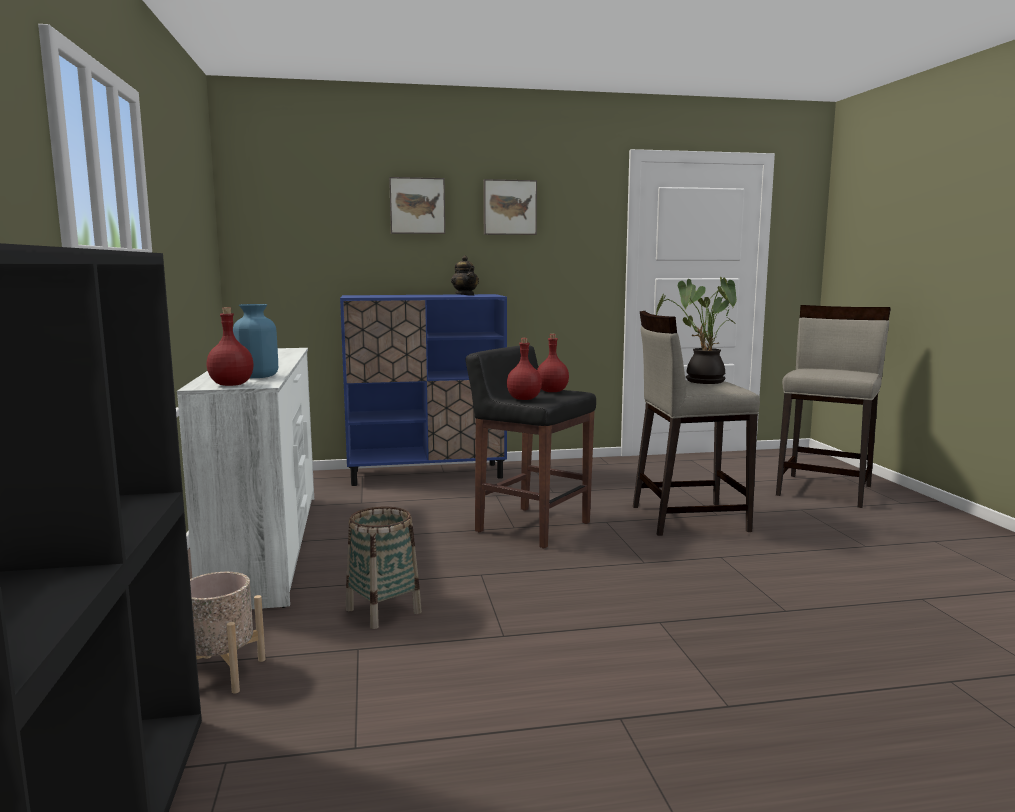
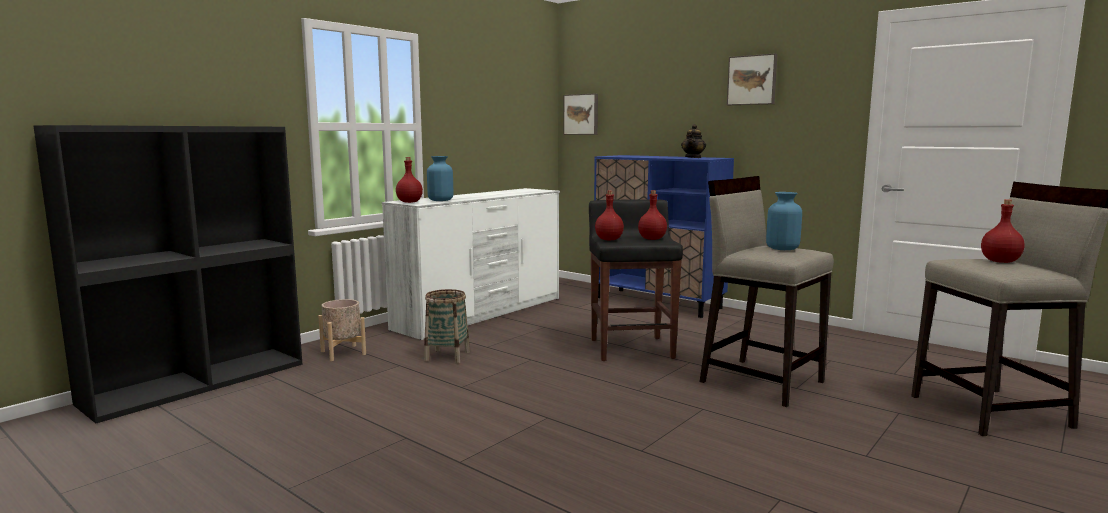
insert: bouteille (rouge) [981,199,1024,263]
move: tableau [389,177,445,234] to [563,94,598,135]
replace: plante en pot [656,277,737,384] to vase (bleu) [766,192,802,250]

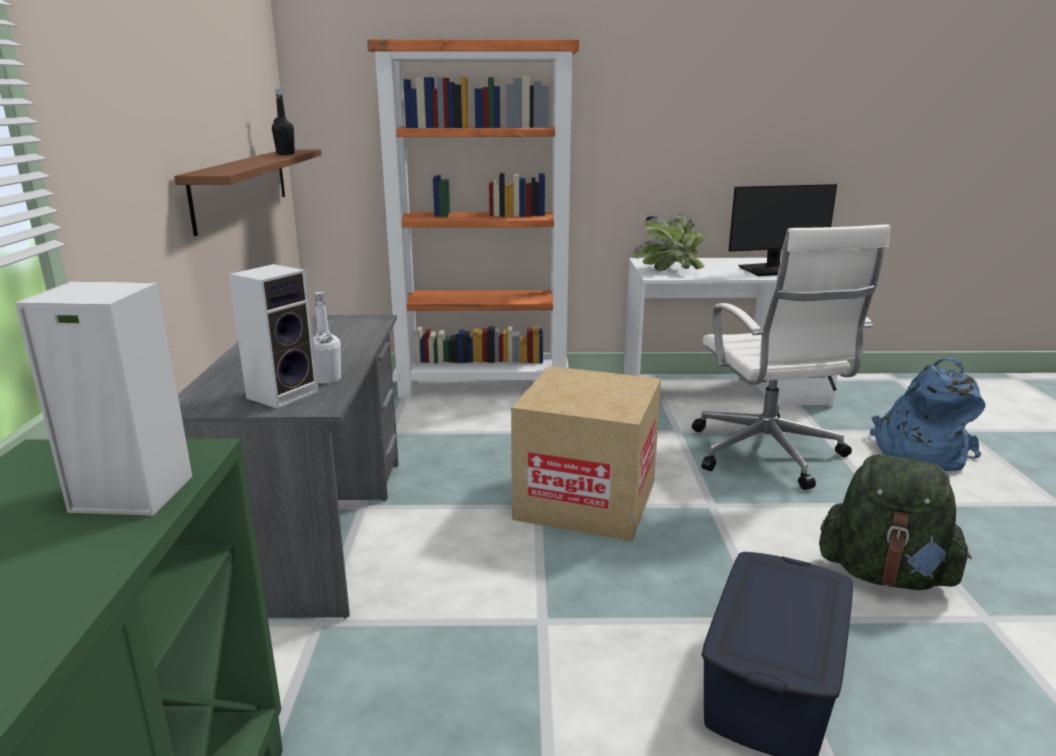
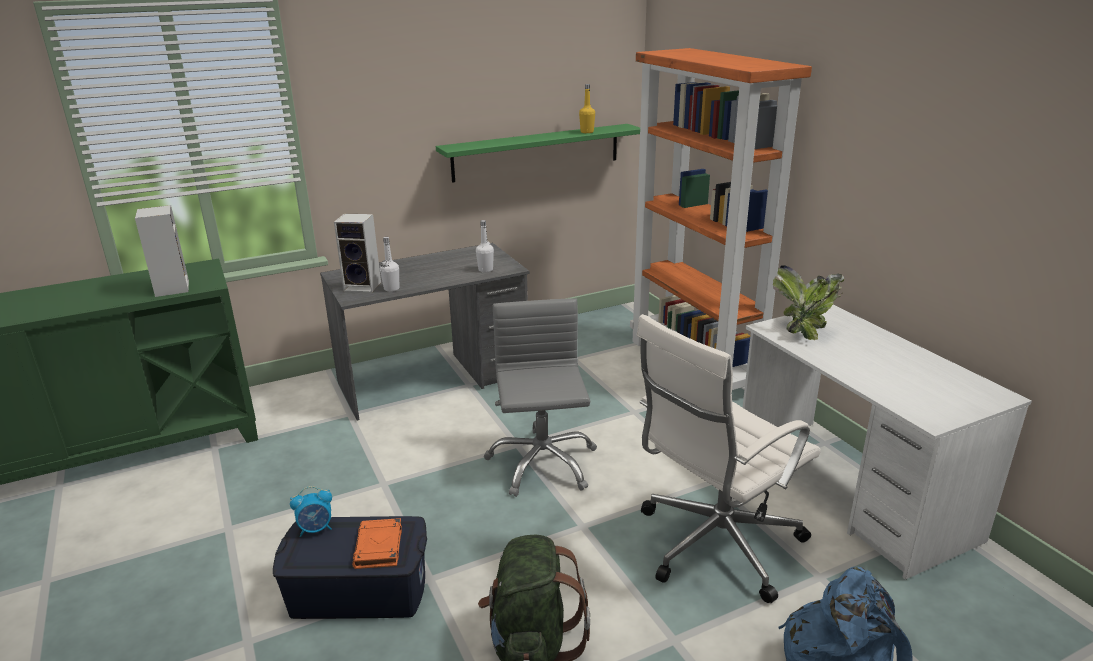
delete: écran d'ordinateur [728,184,837,276]
insert: réveil [290,486,332,537]; livre (orange) [352,518,402,569]; bouteille (blanc) [476,220,494,272]
replace: carton [511,366,661,541] to chaise de bureau (gris) [484,298,597,497]
recolor: étagère (marron) [174,149,321,236] to étagère (vert) [436,124,640,183]; bouteille (noir) [272,89,295,155] to bouteille (jaune) [579,84,595,133]

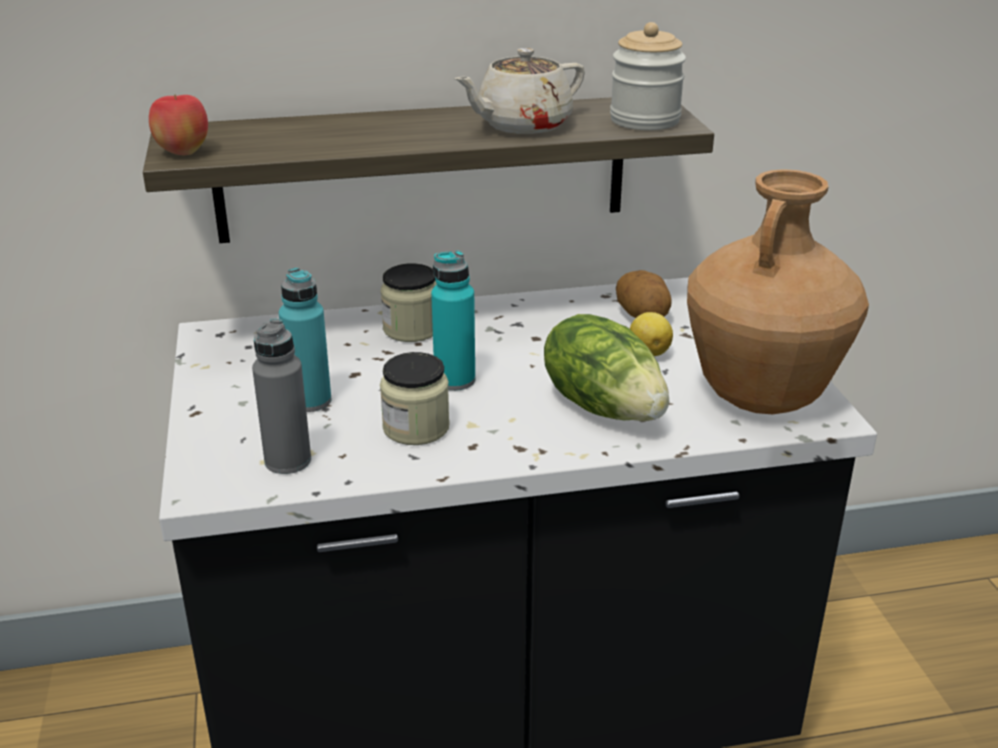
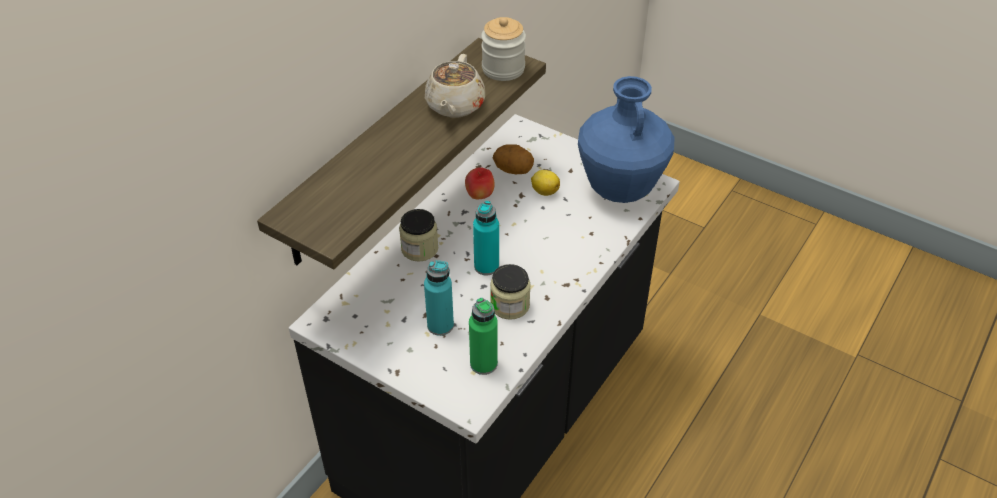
delete: laitue [544,314,669,422]
move: pomme [149,95,208,155] to [465,167,494,199]
recolor: bouteille (gris) [252,319,311,474] to bouteille (vert) [469,298,498,375]; vase (marron) [687,169,869,414] to vase (bleu) [578,76,675,203]

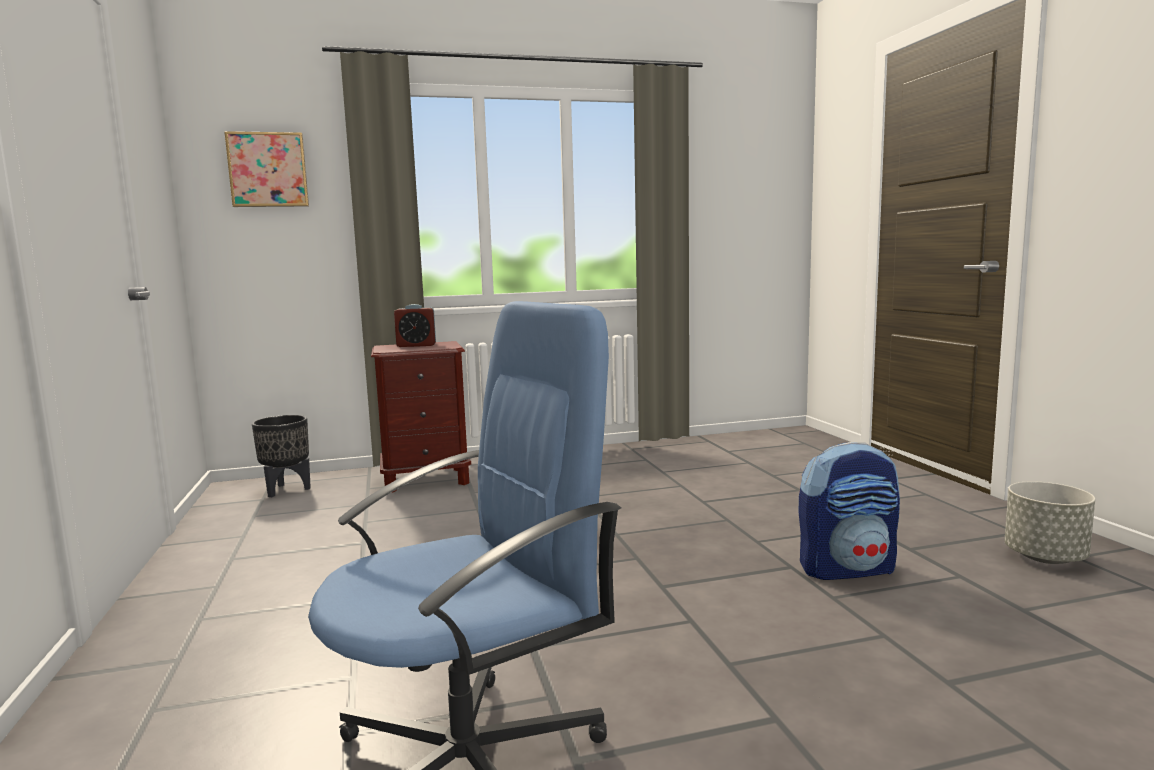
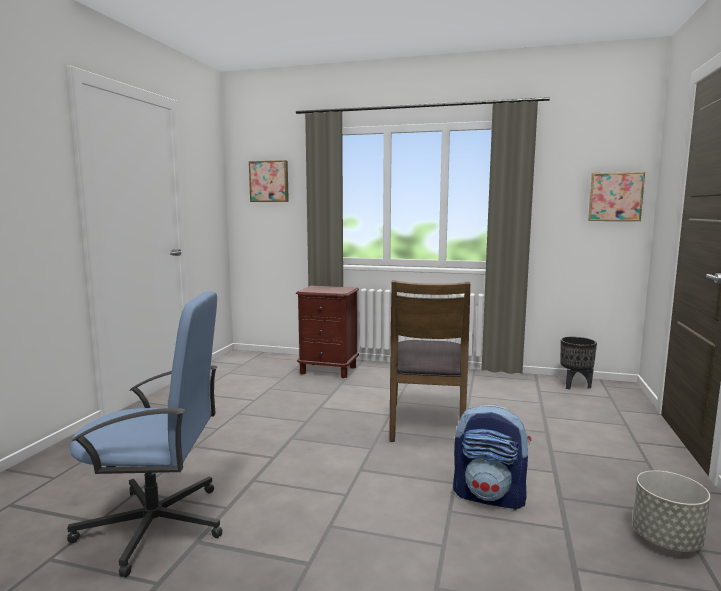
delete: réveil [394,304,436,347]
insert: chaise (marron) [389,280,470,442]; tableau [588,172,645,221]
move: cache-pot (noir) [252,415,311,497] to [560,337,597,389]

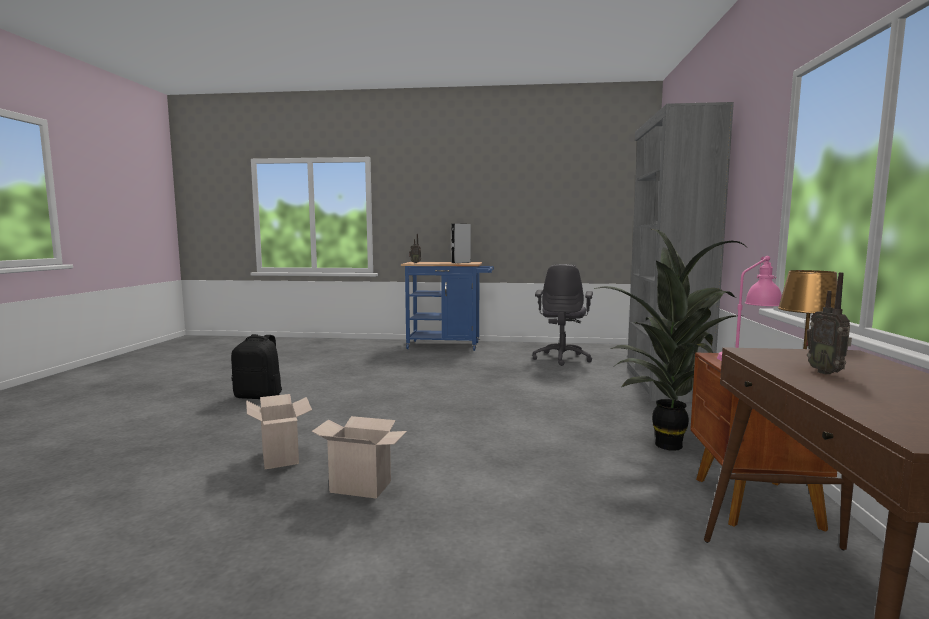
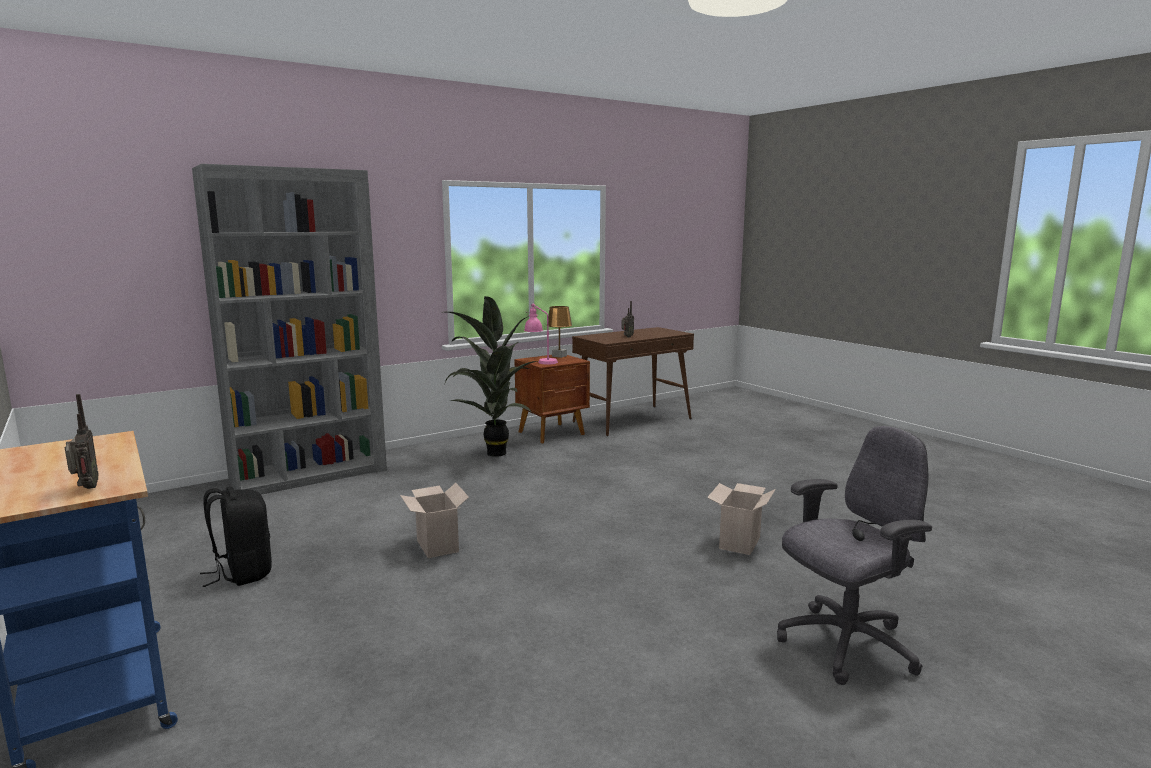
delete: enceinte (gris) [451,224,471,263]
move: sac à dos (noir) [231,334,282,399] to [200,487,272,587]; carton [311,416,407,499] to [400,483,469,558]; chaise de bureau (gris) [533,264,593,366] to [777,426,932,685]

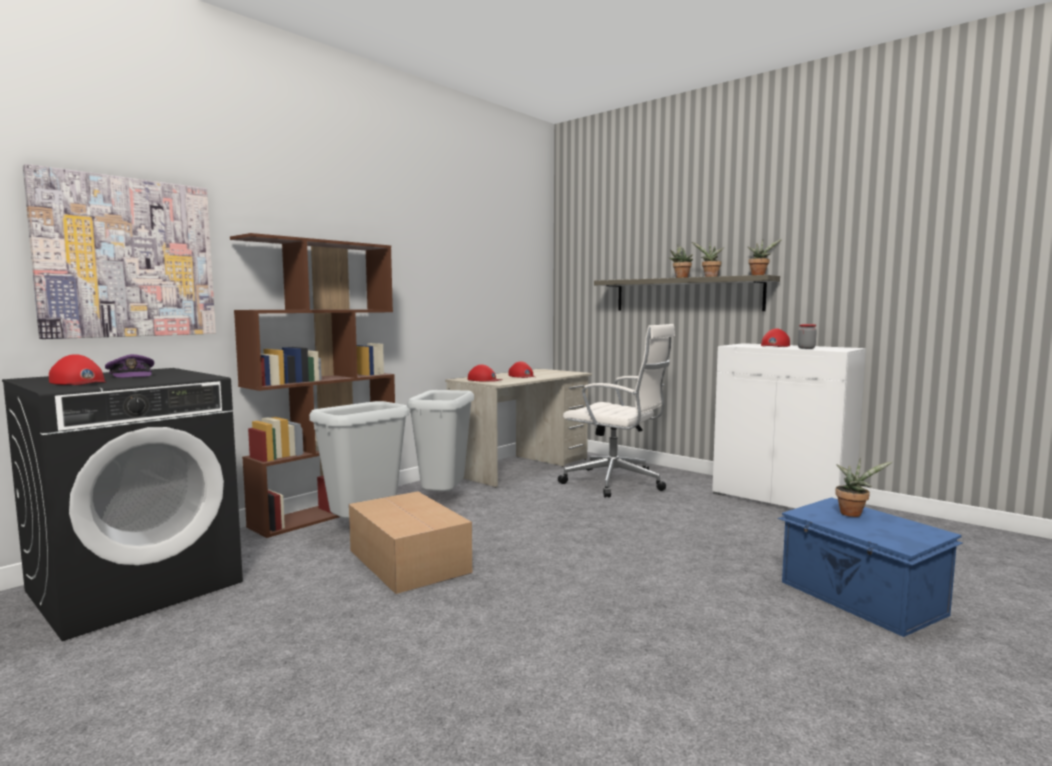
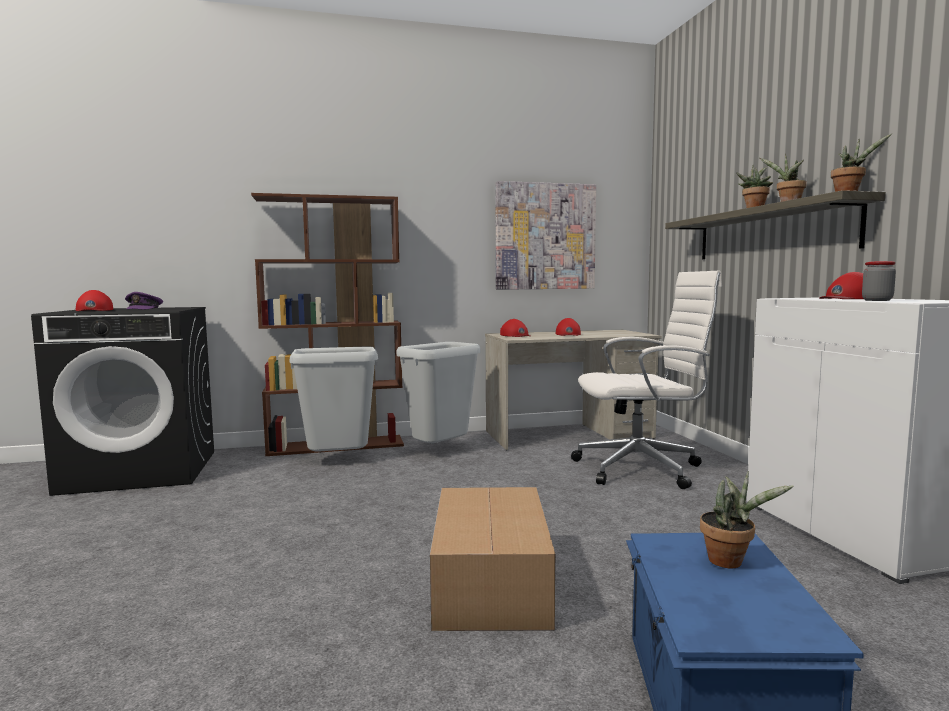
move: carton [349,491,472,594] to [430,487,555,631]; tableau [23,164,216,339] to [495,181,596,290]
rotate: chaise de bureau (blanc) [558,324,675,497] = [571,271,722,489] 75 degrees counterclockwise

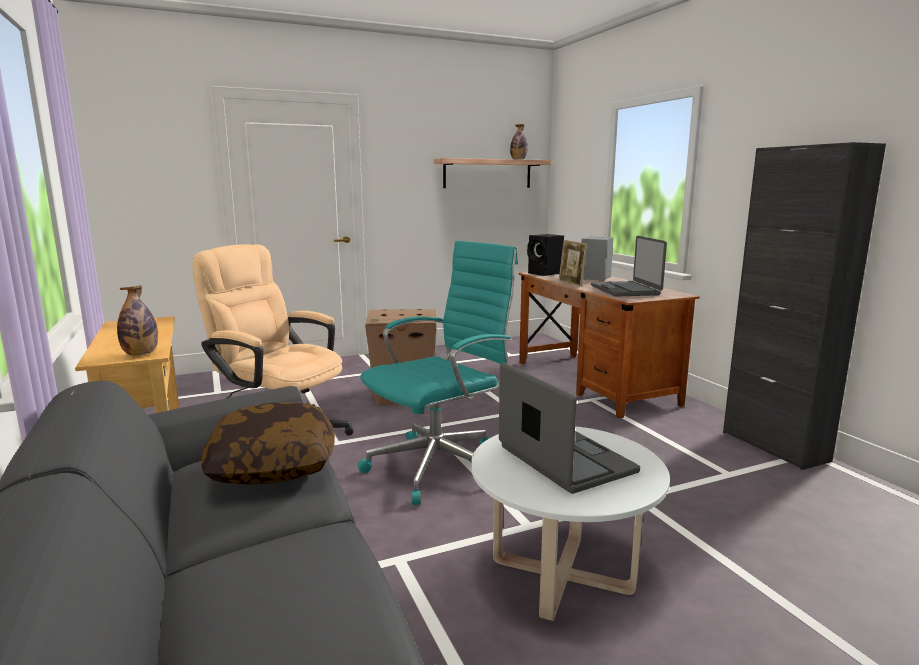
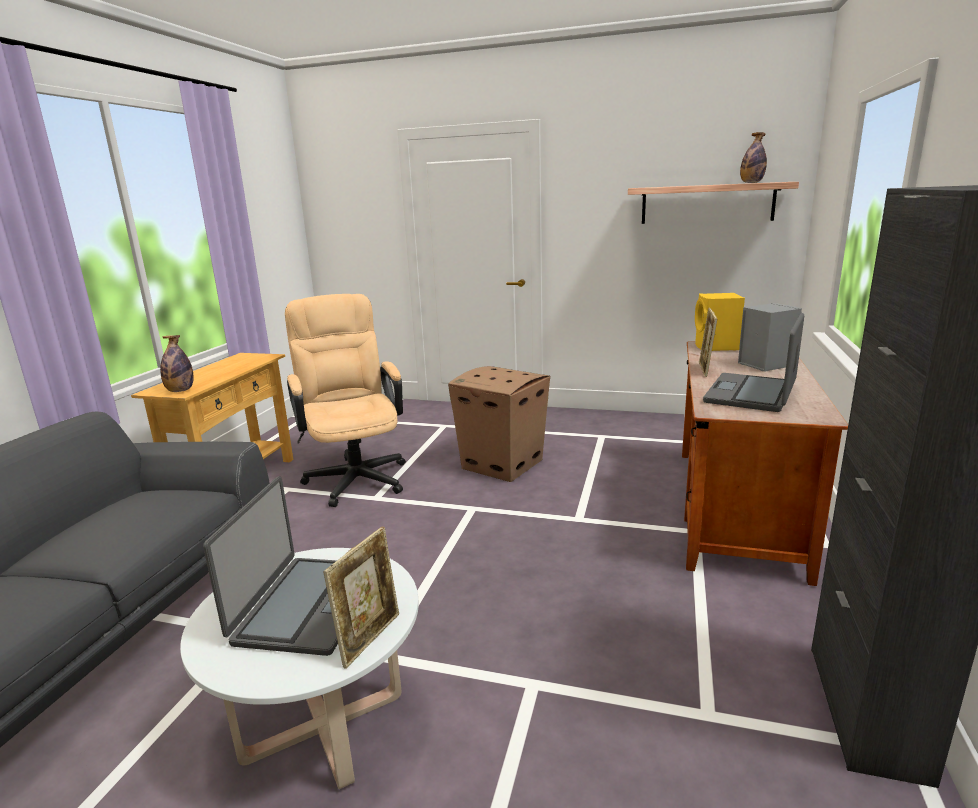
delete: coussin [201,402,335,484]; chaise de bureau (turquoise) [358,241,518,505]
insert: cadre photo [323,526,399,669]
recolor: enceinte (noir) [527,234,564,276] to enceinte (jaune) [695,293,745,351]

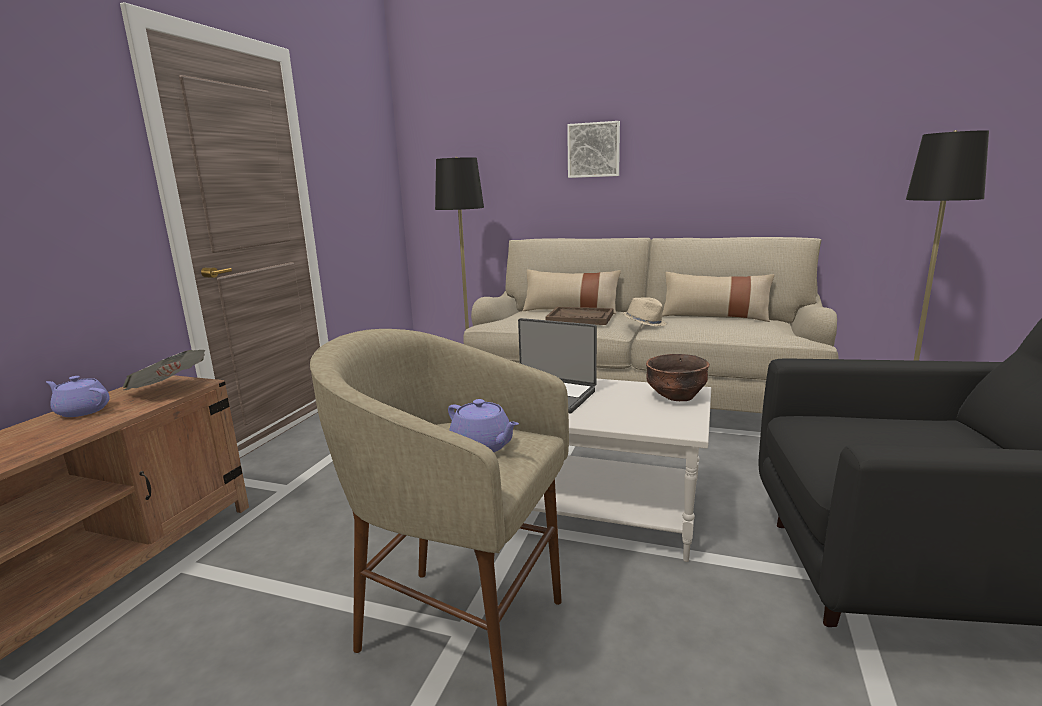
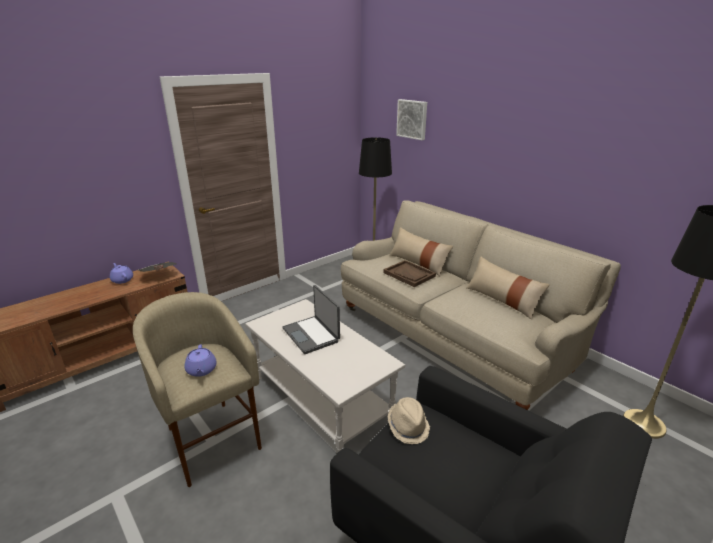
delete: bol (marron) [646,354,710,401]
move: chapeau (beige) [623,297,667,326] to [387,397,430,444]; tableau [567,121,620,178] to [396,99,427,140]

